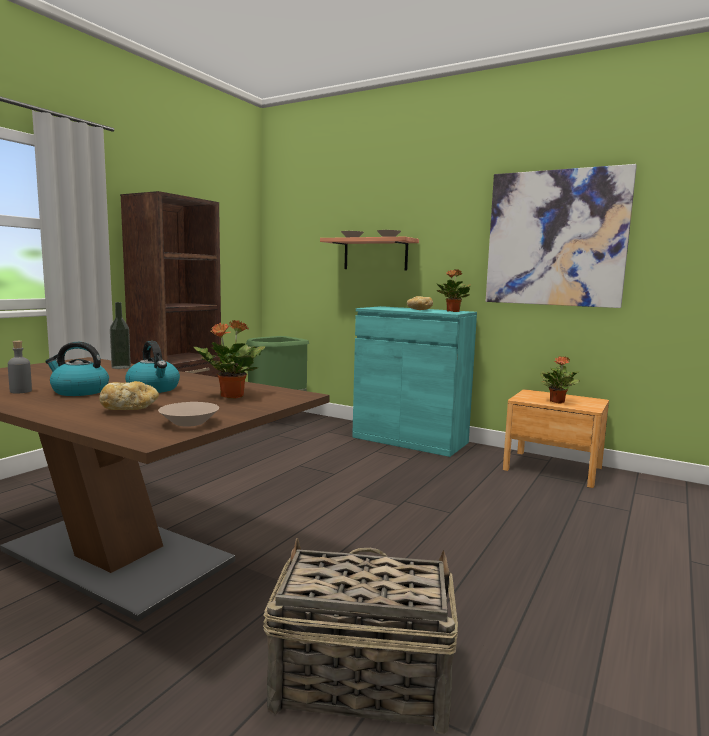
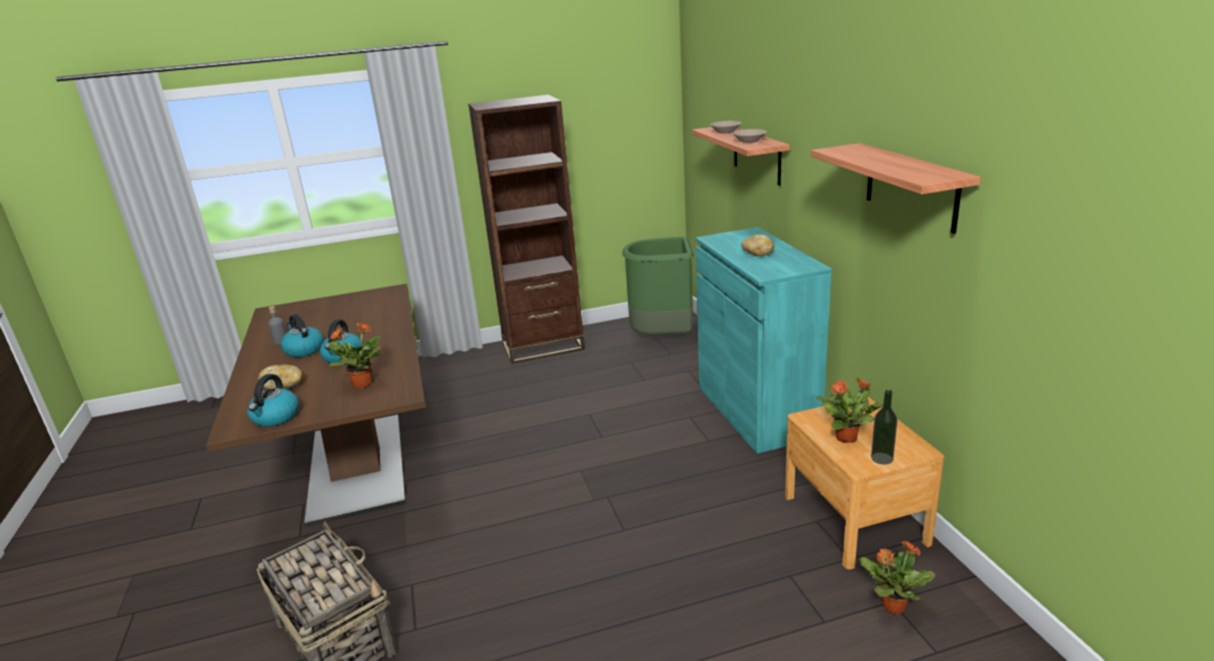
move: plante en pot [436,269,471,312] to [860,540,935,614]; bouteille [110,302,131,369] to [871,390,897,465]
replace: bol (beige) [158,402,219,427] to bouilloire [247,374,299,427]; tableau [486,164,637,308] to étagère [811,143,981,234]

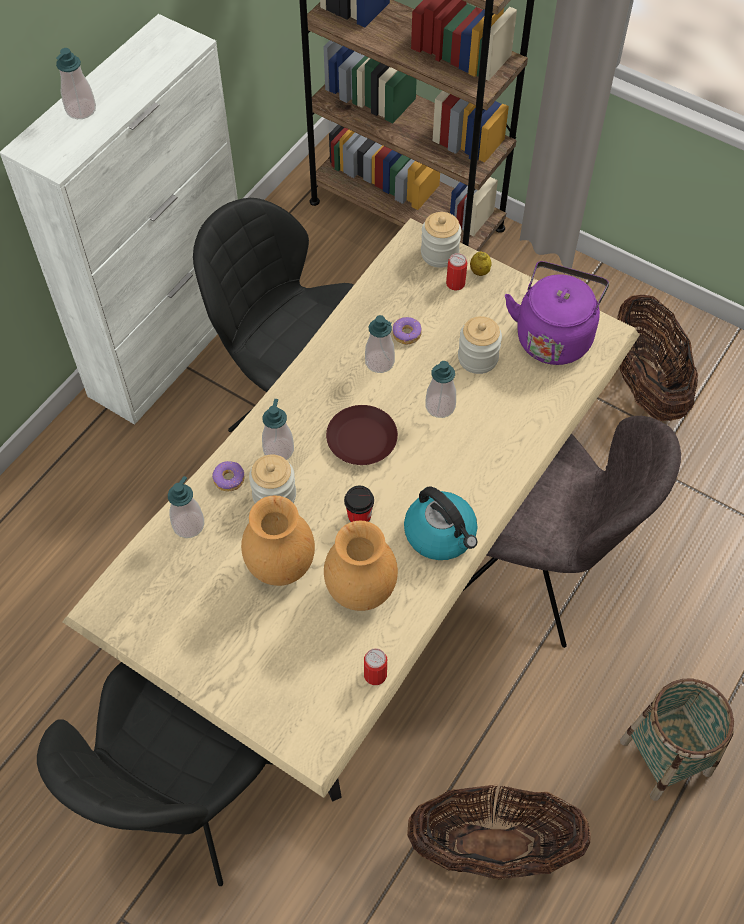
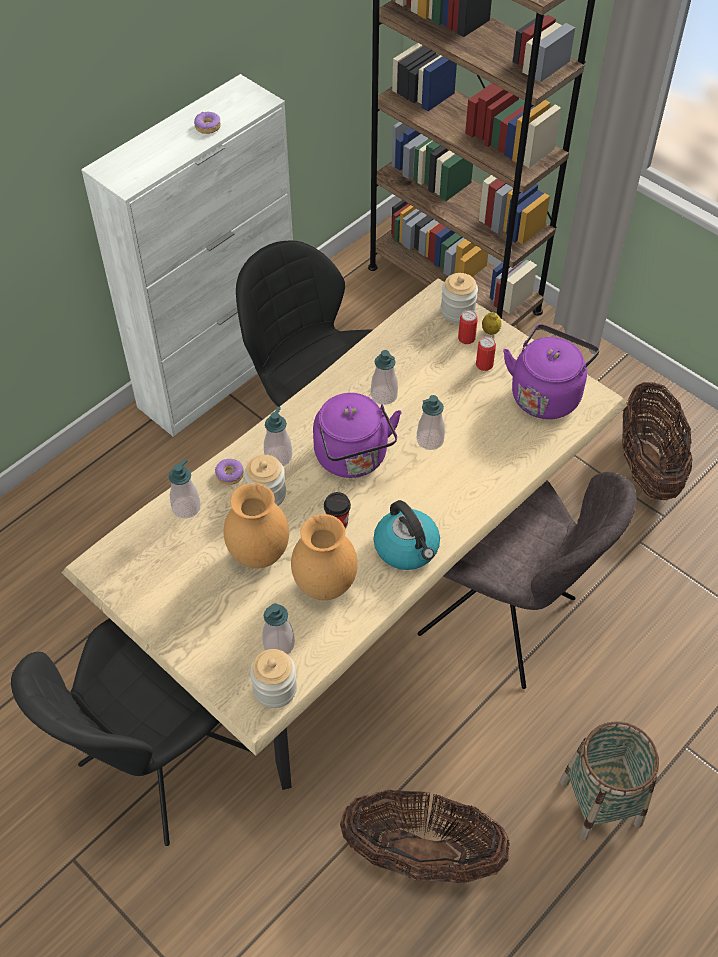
move: beignet [393,317,422,345] to [194,112,221,134]; bocal [458,316,502,374] to [250,649,297,708]; distributeur de savon [56,48,96,119] to [263,603,295,655]; boîte métallique [364,648,387,685] to [476,336,496,371]
replace: assiette (marron) [326,405,398,465] to bouilloire (violet) [313,393,401,478]

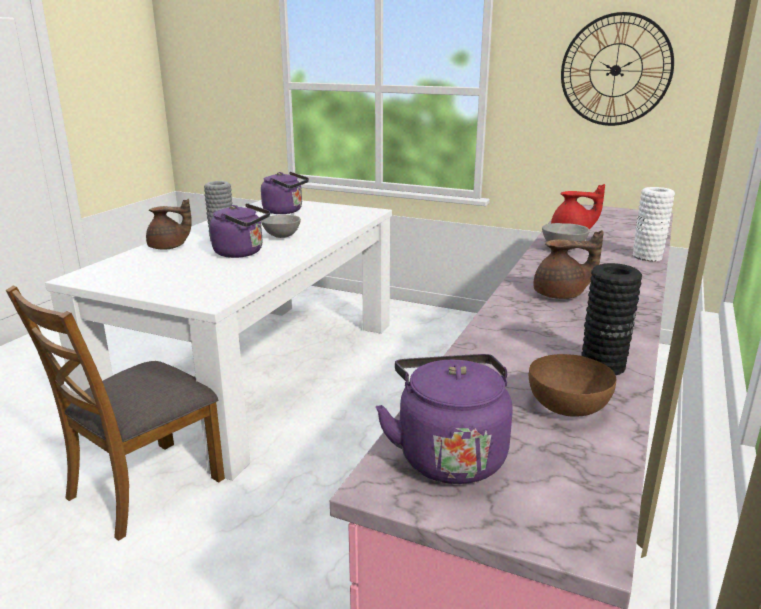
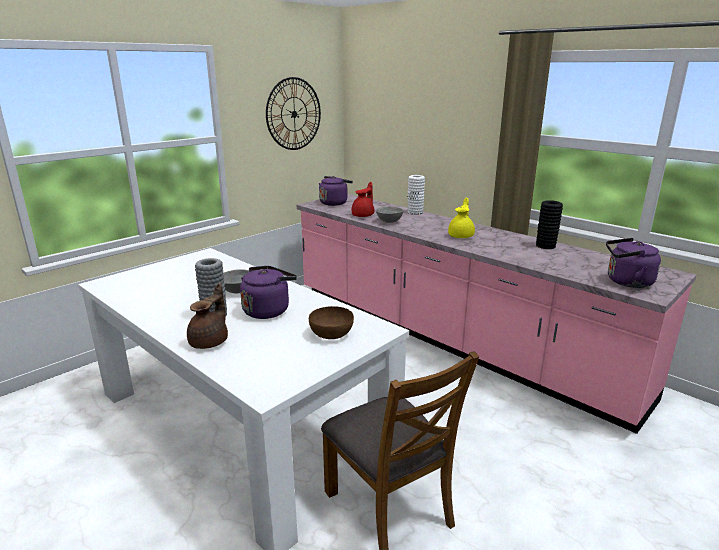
move: bol (marron) [529,354,616,417] to [309,306,354,339]; bouilloire (violet) [261,172,309,214] to [319,176,353,206]
recolor: théière (marron) [534,230,604,299] to théière (jaune) [448,198,475,238]

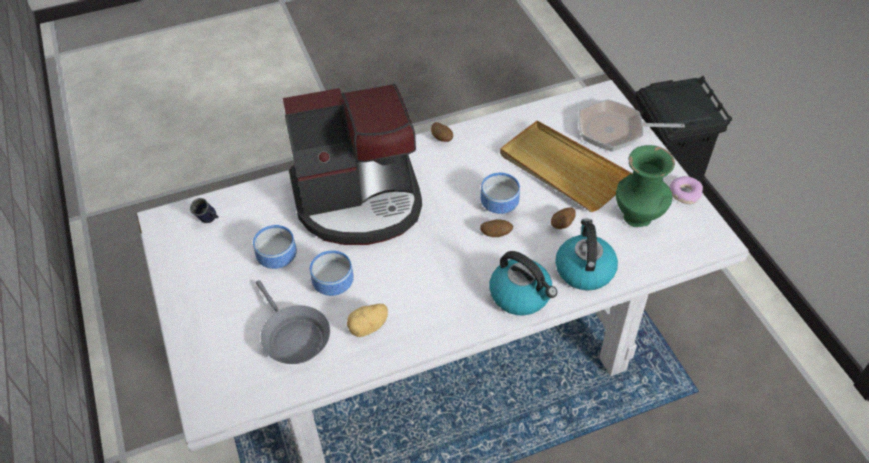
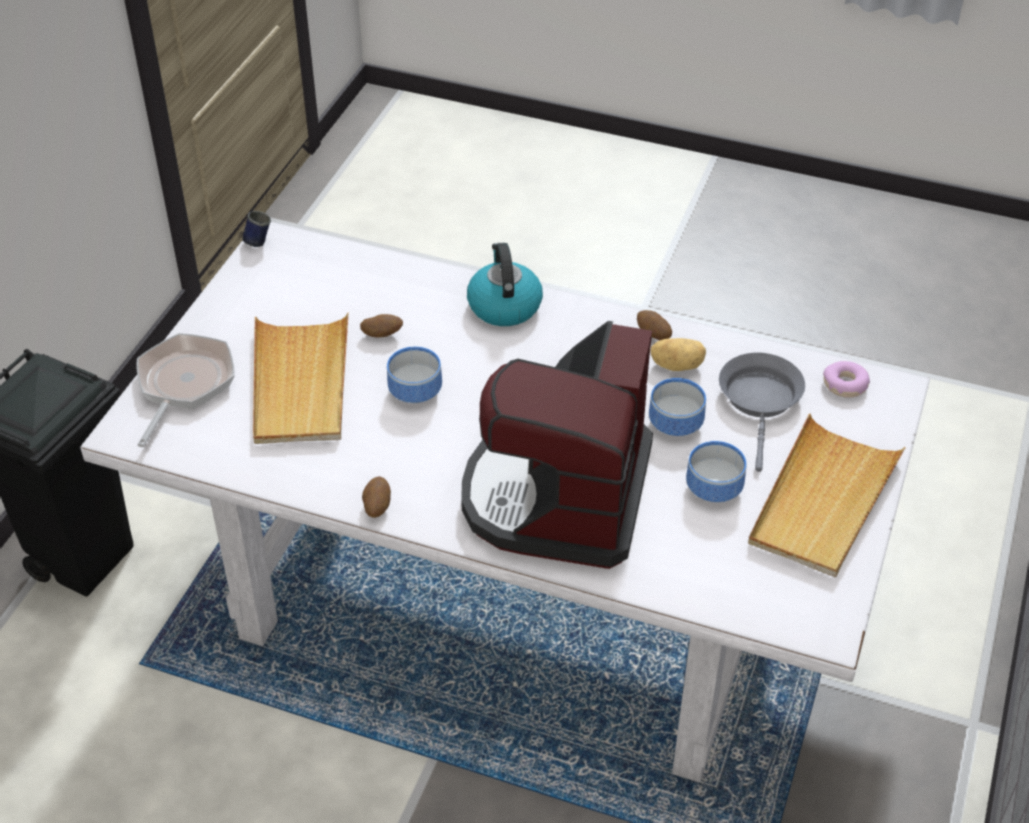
delete: bouilloire [555,218,618,290]; vase (vert) [616,145,675,227]
insert: plateau (beige) [748,413,906,578]
move: mug (bleu) [190,198,219,223] to [242,211,271,247]; pomme de terre [480,219,513,237] to [637,310,672,340]; beignet [669,176,703,204] to [823,361,870,398]
rotate: poêle [578,99,685,152] = [136,333,235,447] 120 degrees counterclockwise; machine à café [283,84,422,245] = [461,321,653,569] 105 degrees counterclockwise

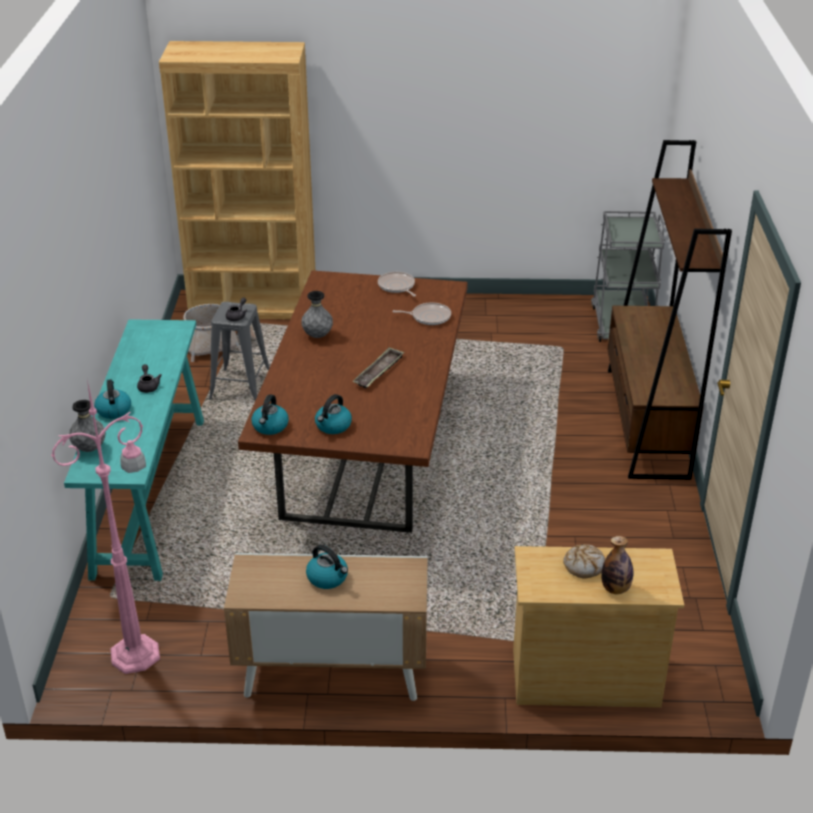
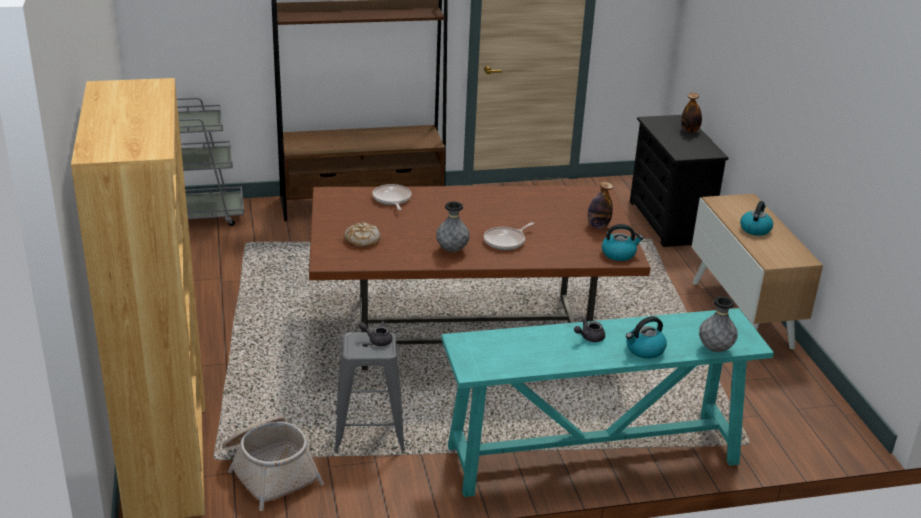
delete: lampadaire (rose) [51,380,160,674]; plateau [353,347,404,388]
move: pain [563,544,605,578] to [344,222,381,247]; poêle [378,272,416,297] to [484,222,534,250]
replace: bouilloire [315,394,352,434] to bouteille [587,182,613,229]
recolor: commode (beige) [513,546,684,708] to commode (noir) [630,115,729,247]

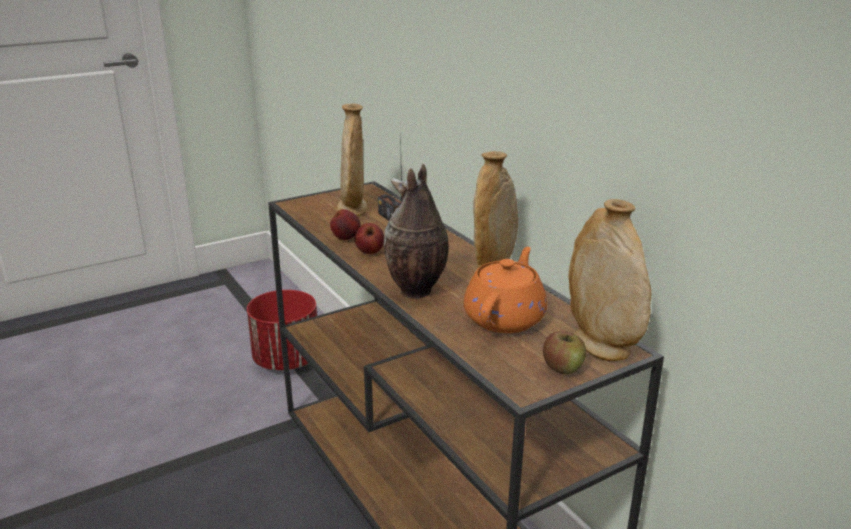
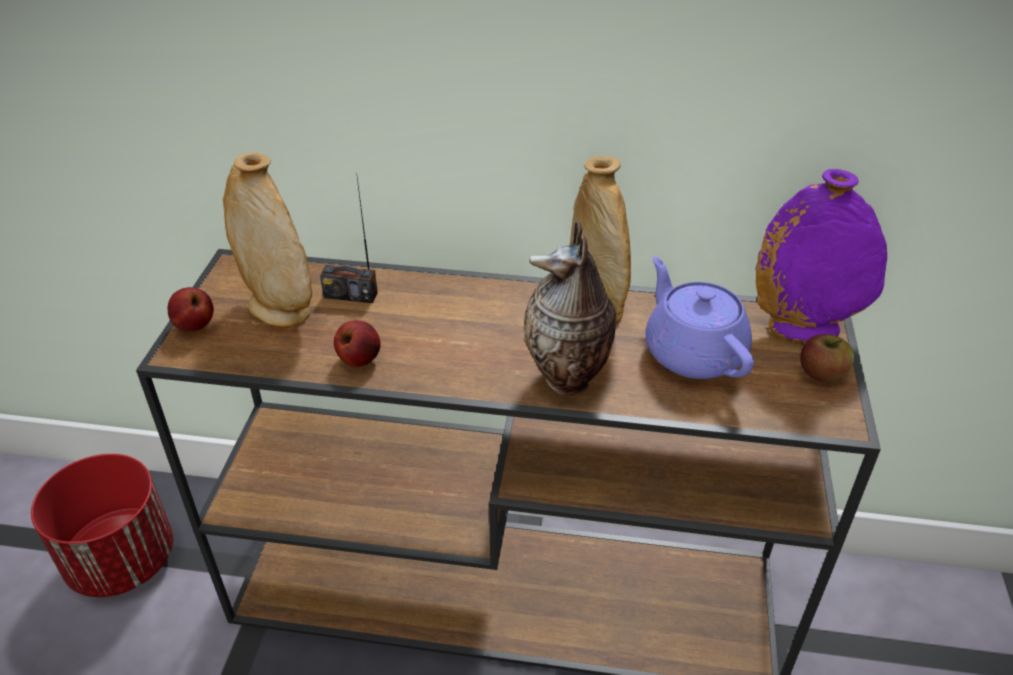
move: pomme [355,223,384,254] to [168,287,214,332]
recolor: théière (orange) [464,247,547,333] to théière (violet) [645,257,754,379]; vase (beige) [569,199,651,361] to vase (violet) [755,169,887,342]

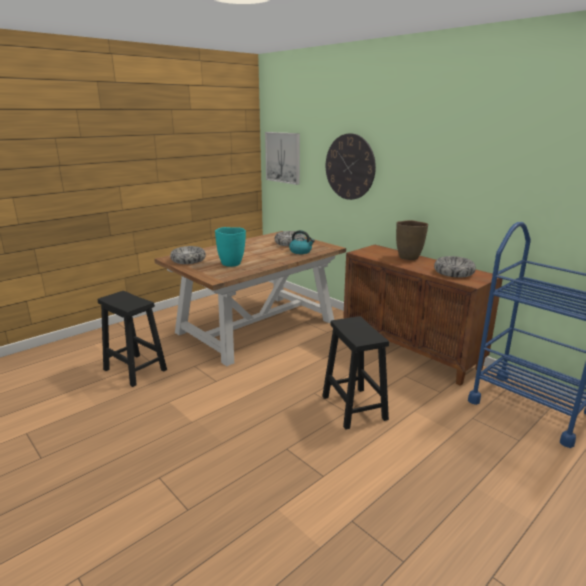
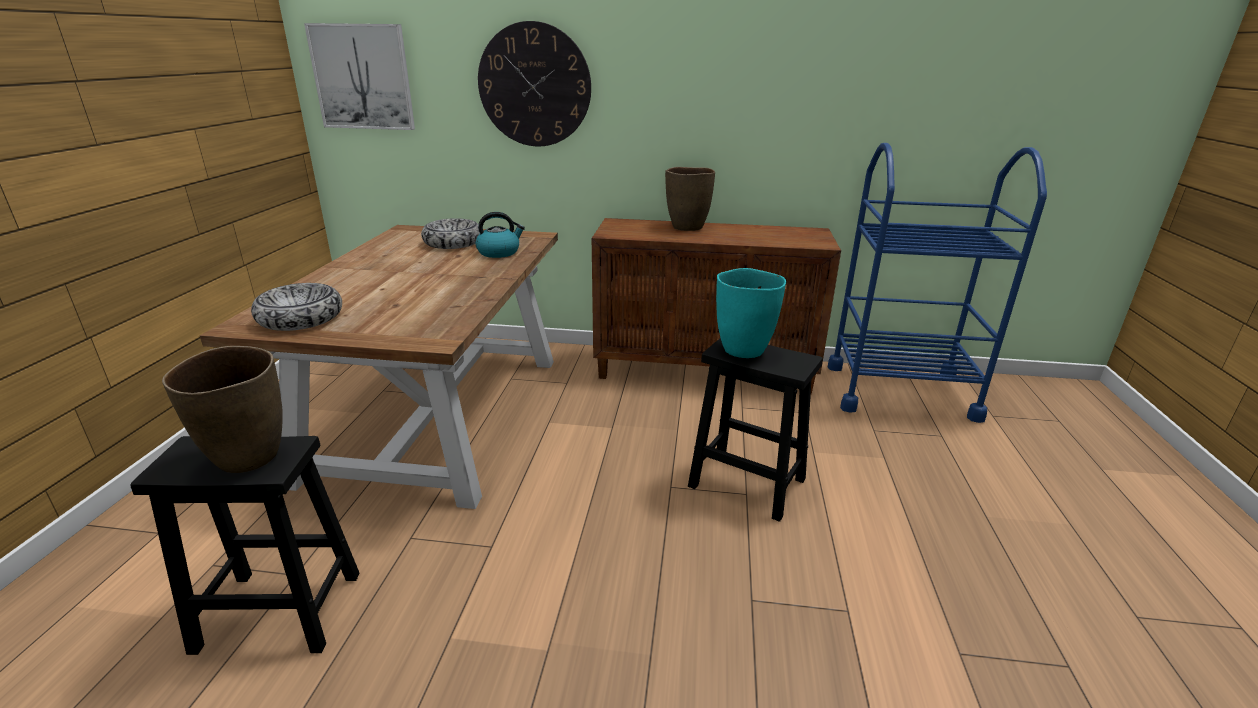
delete: bol [434,256,476,278]
insert: vase (marron) [162,346,283,473]
move: vase (turquoise) [215,227,246,267] to [716,268,786,358]

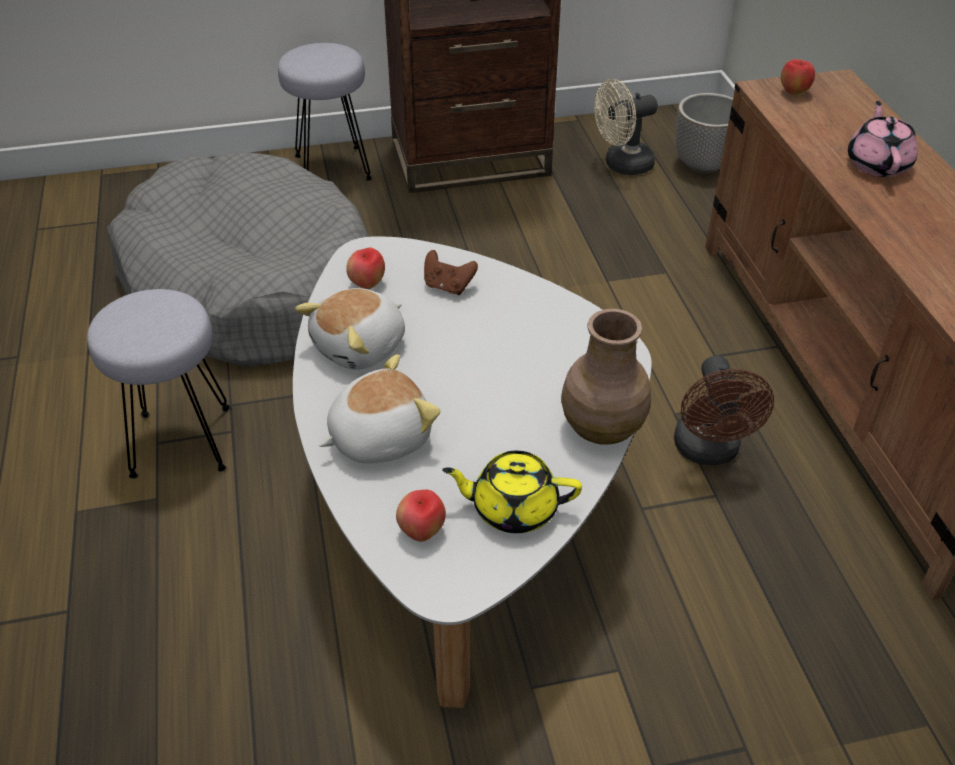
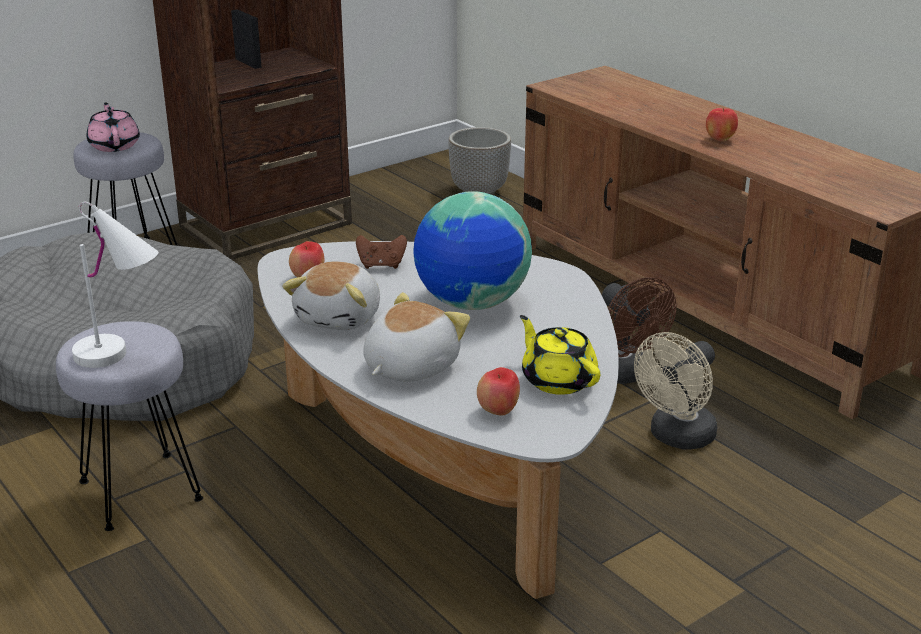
delete: vase (marron) [561,309,651,445]
insert: lampe de table (blanc) [72,202,158,368]; globe [413,191,532,310]
move: théière (rose) [848,101,918,177] to [87,103,140,152]; ventilateur (beige) [594,79,658,175] to [634,332,717,450]; pomme [781,59,815,96] to [706,108,738,141]
rotate: théière (jaune) [442,451,582,533] = [520,315,601,395] 75 degrees clockwise

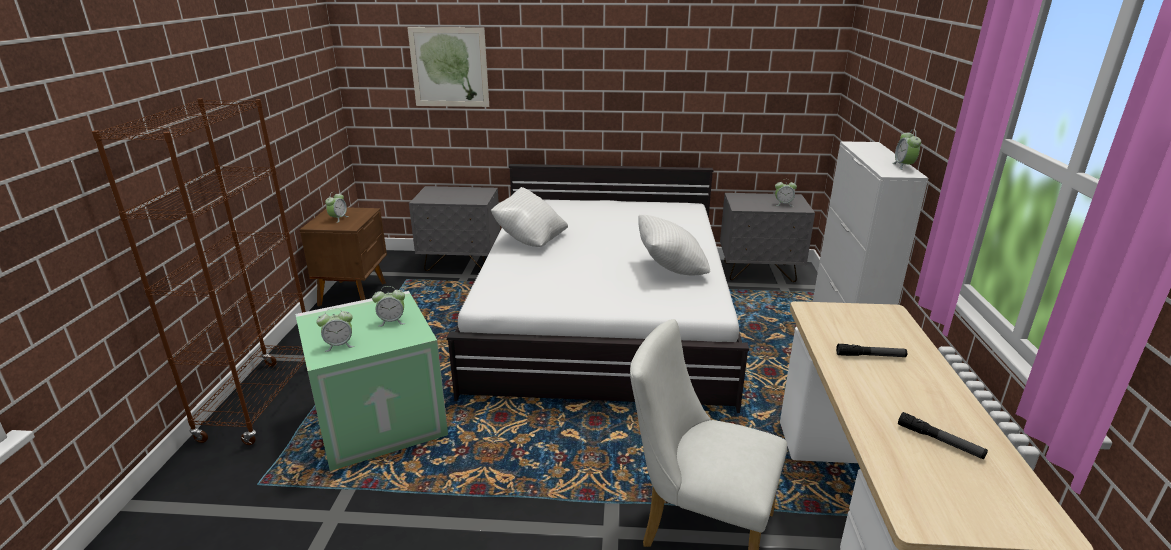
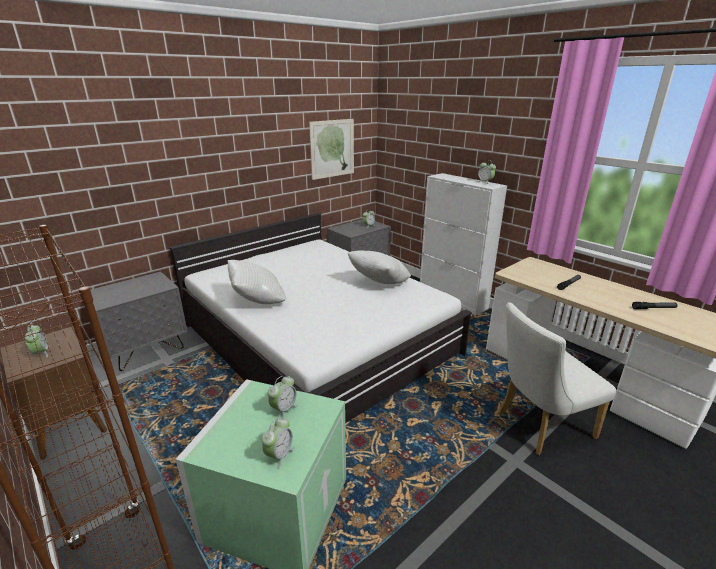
move: tableau [407,27,489,107] to [309,119,354,180]

